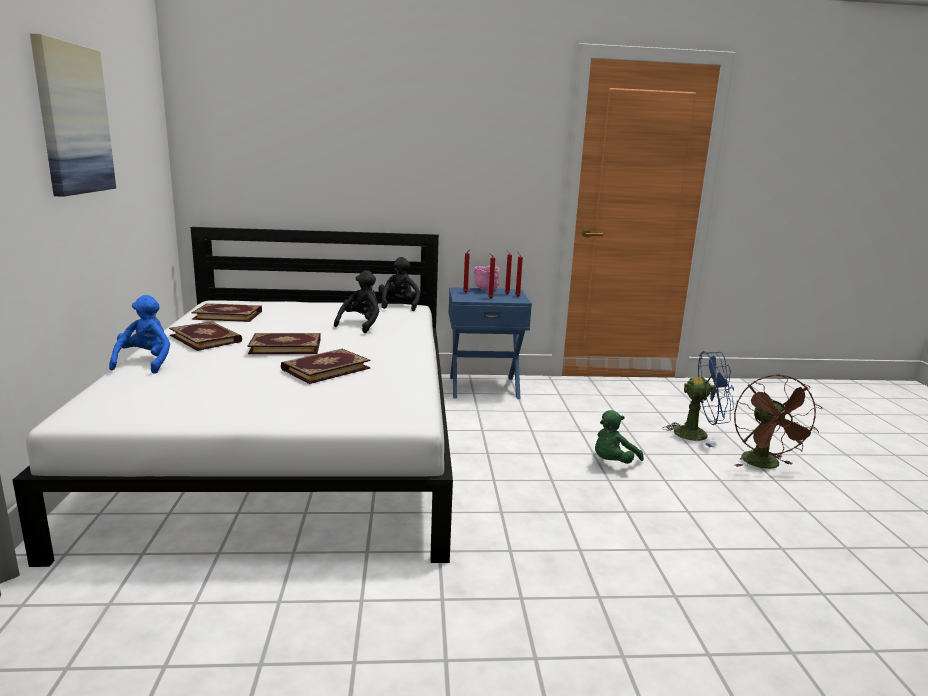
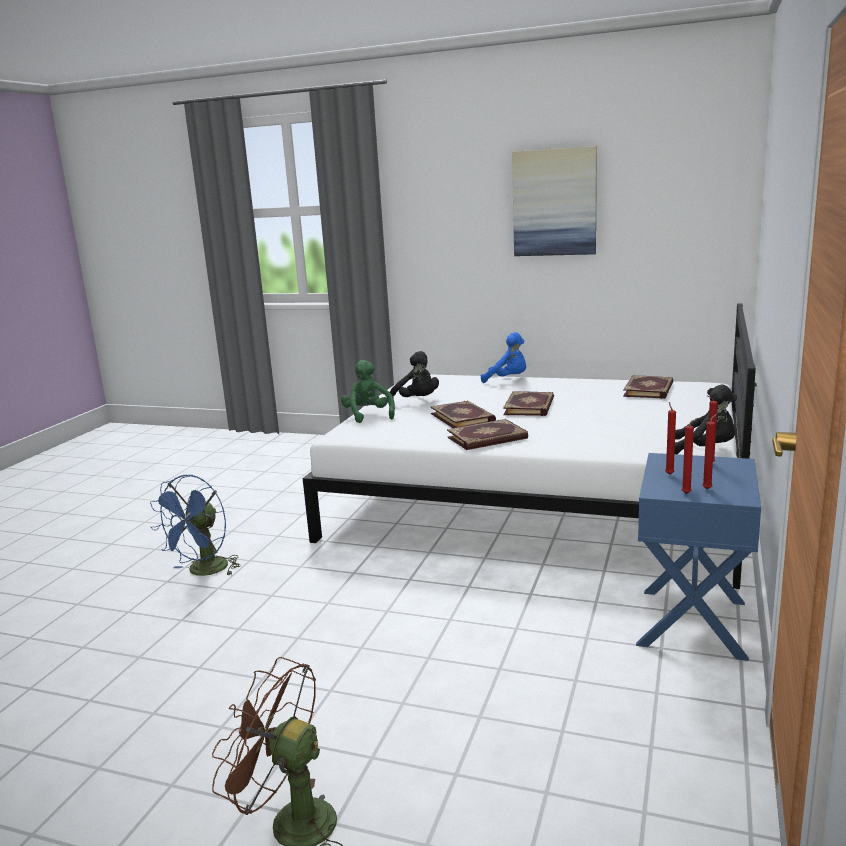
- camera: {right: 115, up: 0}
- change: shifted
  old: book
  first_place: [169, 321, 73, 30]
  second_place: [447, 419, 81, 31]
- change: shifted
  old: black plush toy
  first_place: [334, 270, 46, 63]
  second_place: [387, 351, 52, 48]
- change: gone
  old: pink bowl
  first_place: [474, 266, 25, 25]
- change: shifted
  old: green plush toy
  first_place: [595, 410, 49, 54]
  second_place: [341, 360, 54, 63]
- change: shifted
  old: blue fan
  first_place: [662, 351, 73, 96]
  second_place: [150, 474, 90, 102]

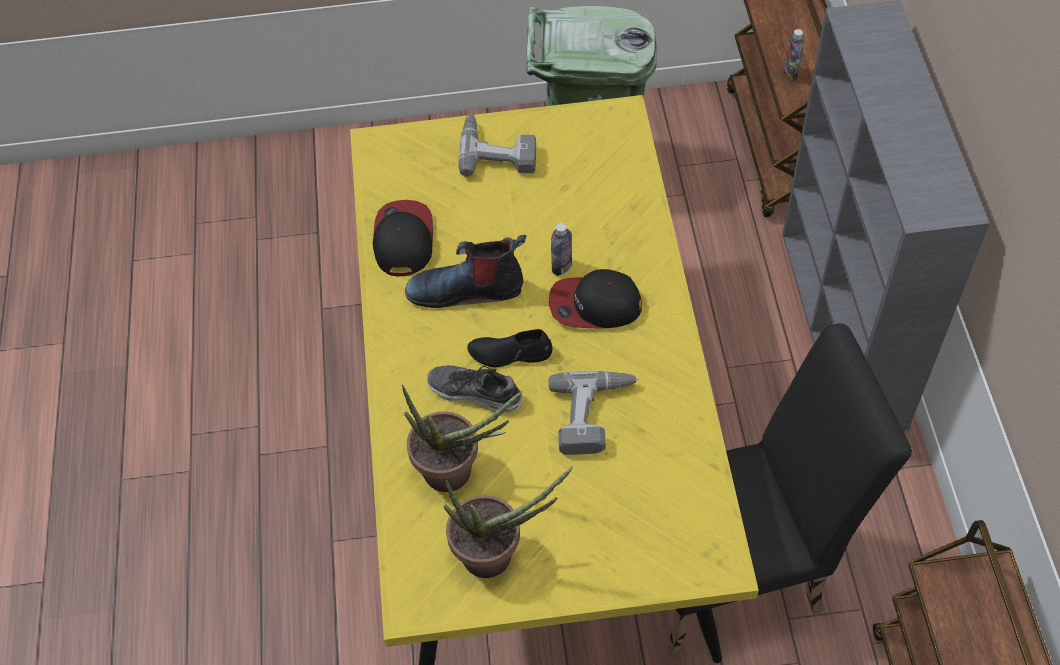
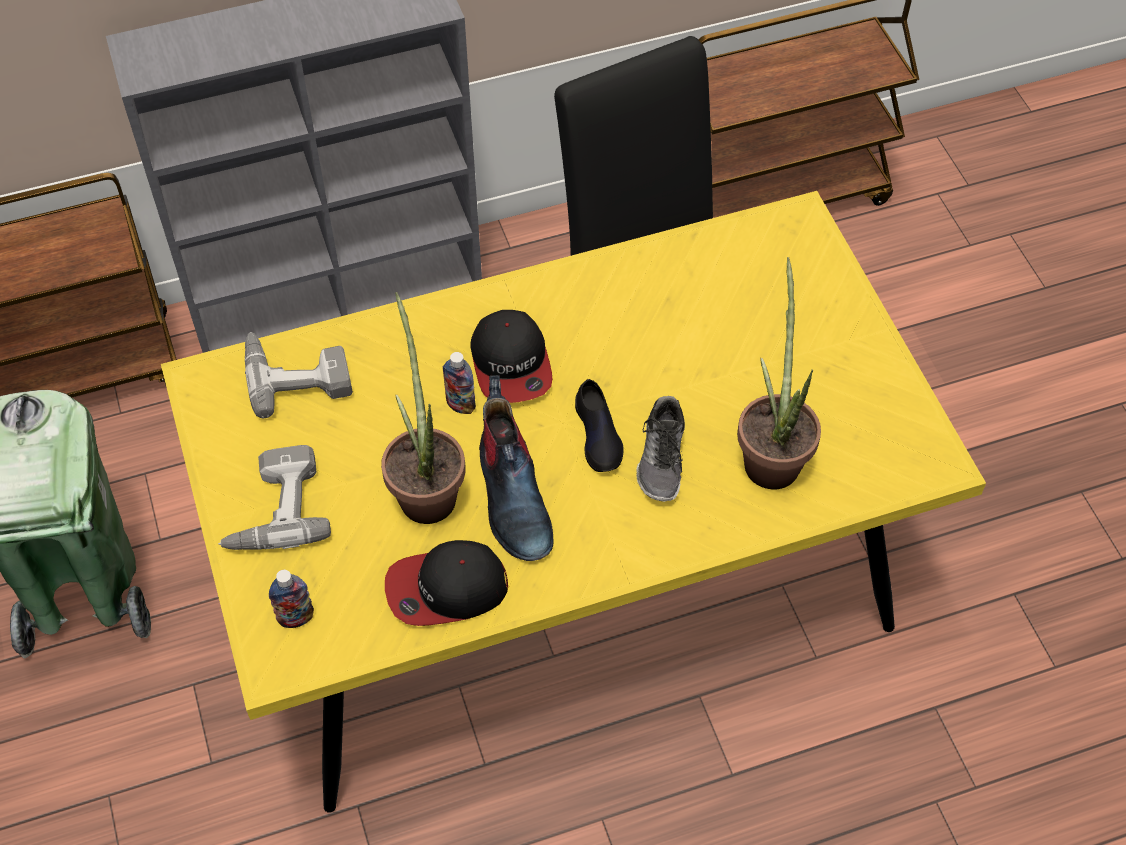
- camera: {right: -105, up: 0}
- change: shifted
  old: potted plant
  first_place: [444, 466, 129, 112]
  second_place: [381, 292, 84, 232]
- change: shifted
  old: power drill
  first_place: [549, 371, 89, 84]
  second_place: [245, 332, 108, 87]
- change: shifted
  old: bottle
  first_place: [784, 29, 20, 52]
  second_place: [269, 570, 45, 58]

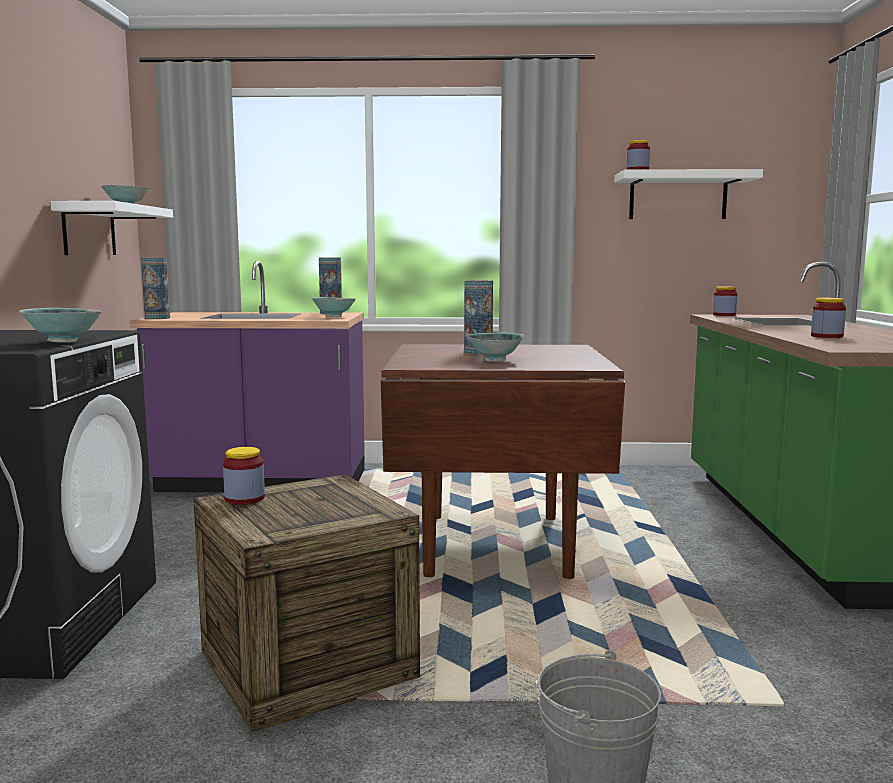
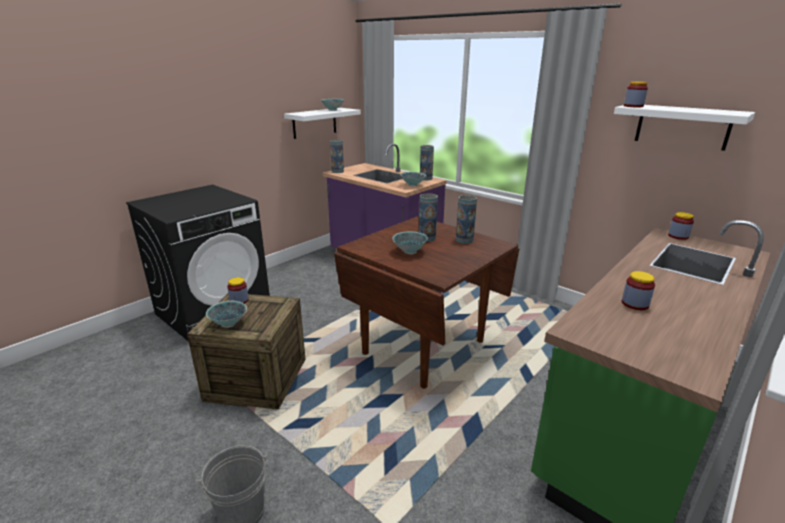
- camera: {right: 40, up: 15}
- change: shifted
  old: bowl
  first_place: [19, 308, 83, 35]
  second_place: [206, 301, 41, 27]
- change: new
  new: vase
  second_place: [456, 195, 21, 49]

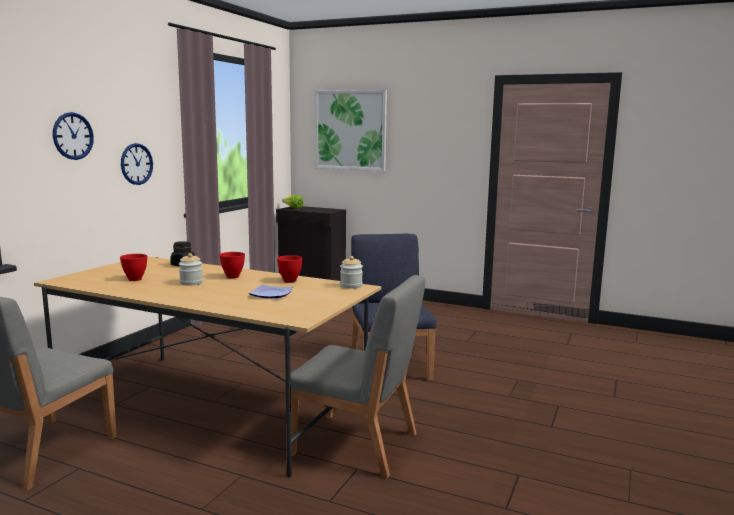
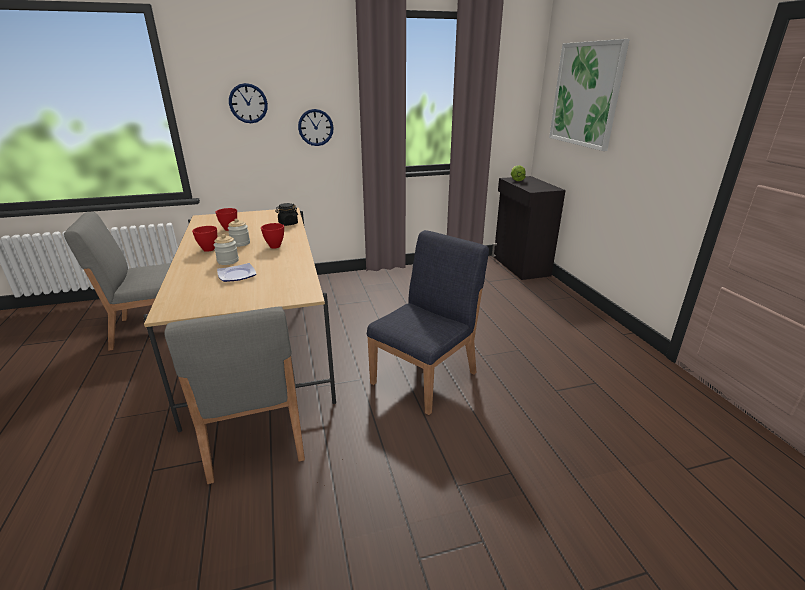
- camera: {right: 50, up: 15}
- change: shifted
  old: red bowl
  first_place: [277, 255, 26, 28]
  second_place: [192, 226, 25, 26]
- change: shifted
  old: jar
  first_place: [340, 256, 23, 32]
  second_place: [214, 234, 25, 31]

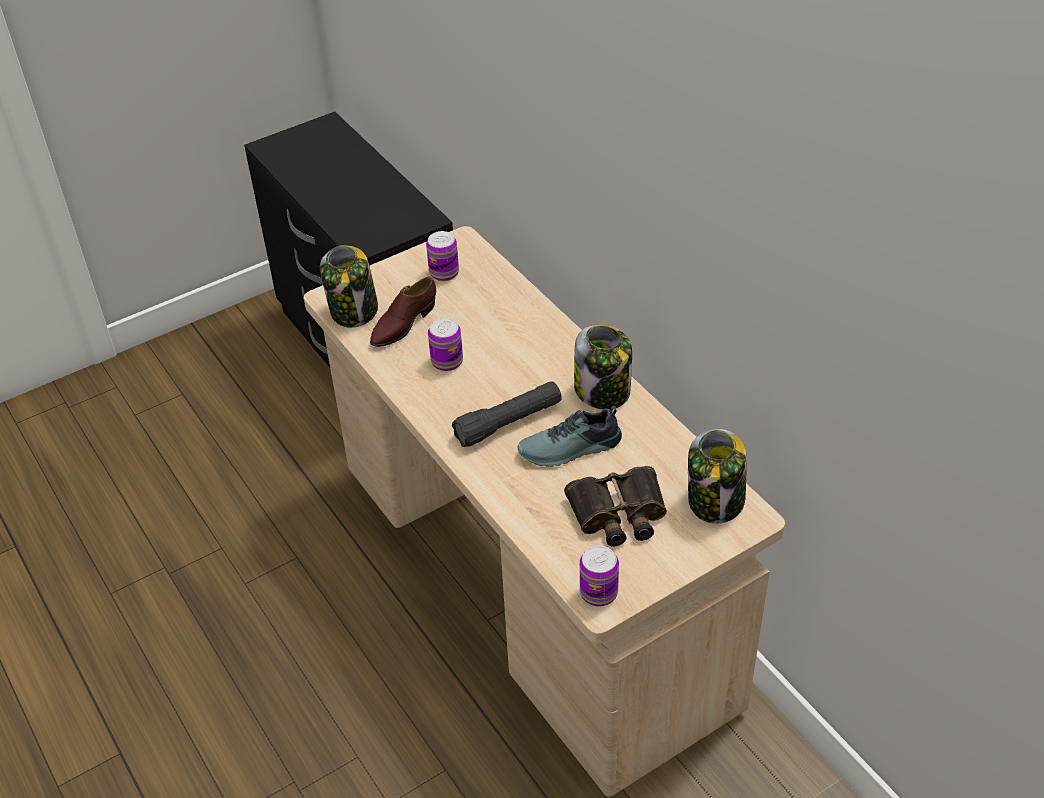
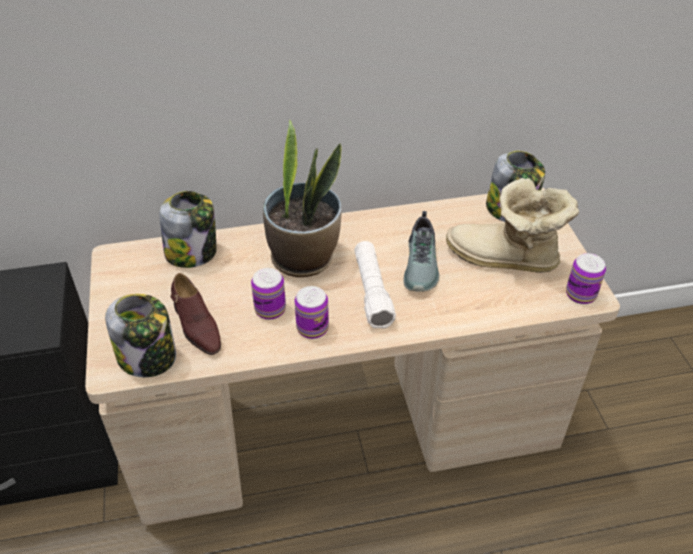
- camera: {right: -70, up: 0}
- change: shifted
  old: can
  first_place: [426, 231, 33, 50]
  second_place: [295, 286, 34, 53]
- change: repainted
  old: black flashlight
  new: white flashlight
  first_place: [452, 381, 110, 66]
  second_place: [354, 241, 42, 87]
- change: swapped
  old: binoculars
  new: boot
  first_place: [564, 466, 103, 81]
  second_place: [446, 178, 133, 95]
- change: shifted
  old: jar
  first_place: [574, 325, 58, 84]
  second_place: [160, 191, 56, 77]
- change: new
  new: potted plant
  second_place: [263, 120, 79, 157]

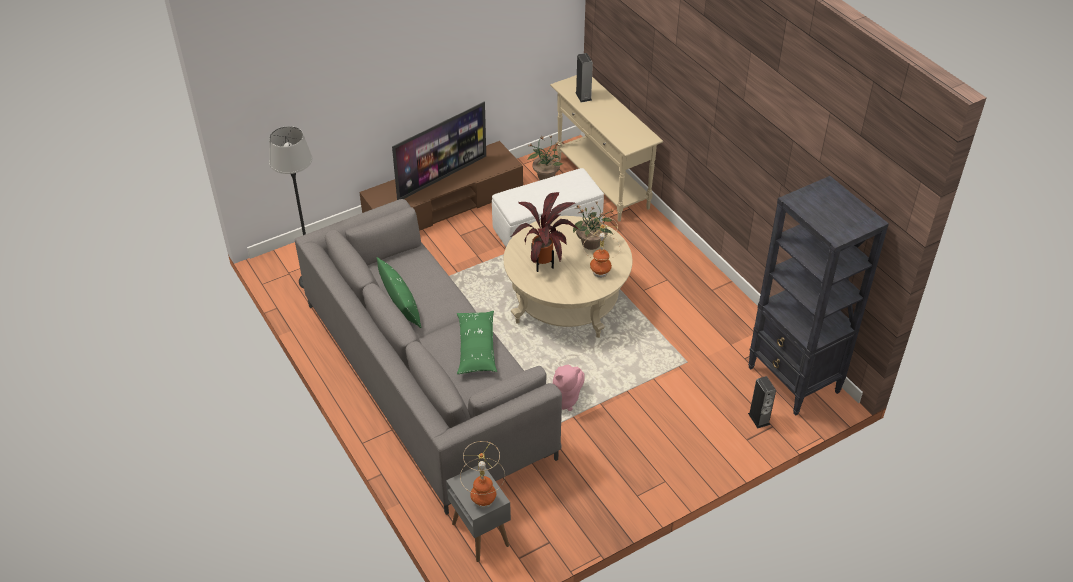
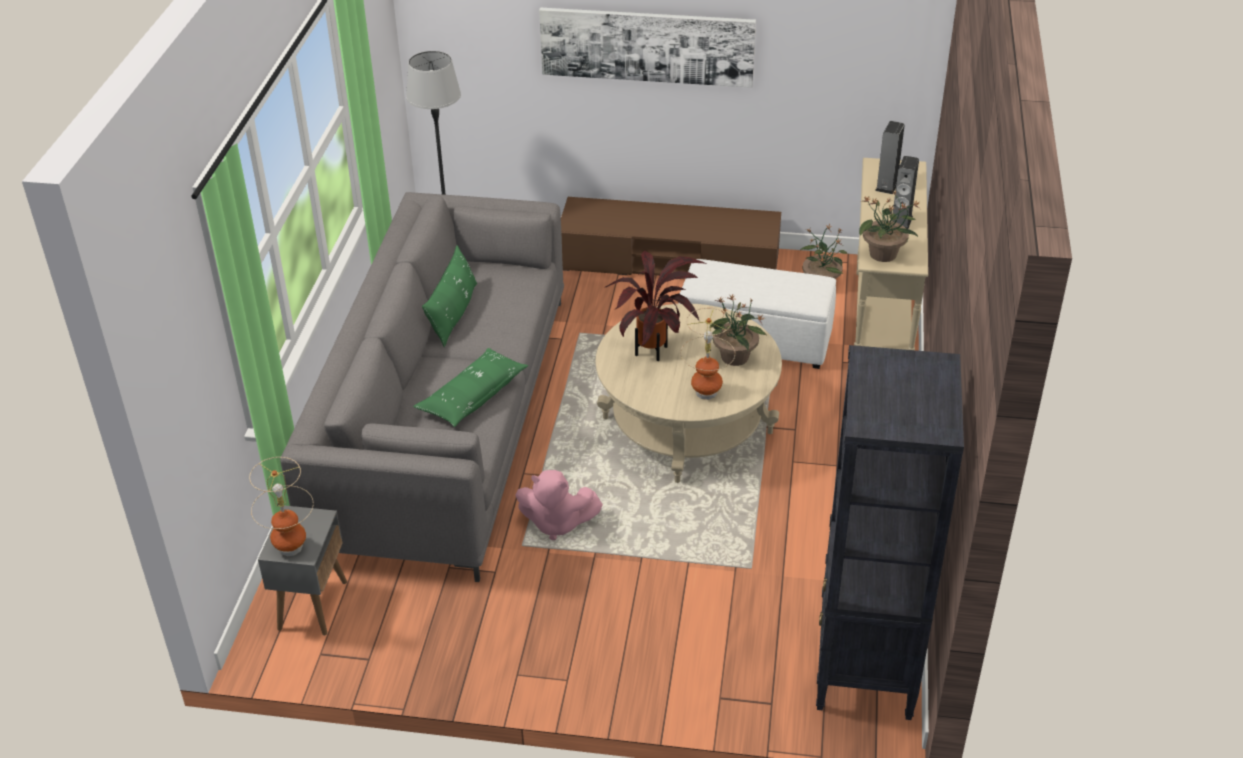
- camera: {right: 40, up: -5}
- change: gone
  old: television
  first_place: [392, 102, 94, 98]
- change: shifted
  old: speaker
  first_place: [748, 376, 28, 52]
  second_place: [893, 156, 26, 73]
- change: new
  new: picture
  second_place: [539, 8, 217, 80]
- change: new
  new: potted plant
  second_place: [859, 191, 61, 71]

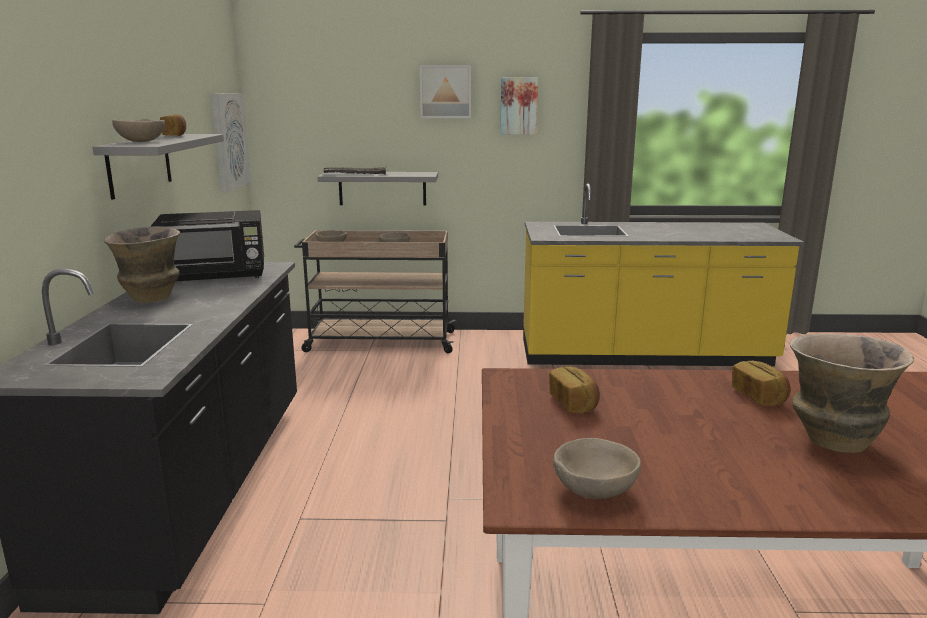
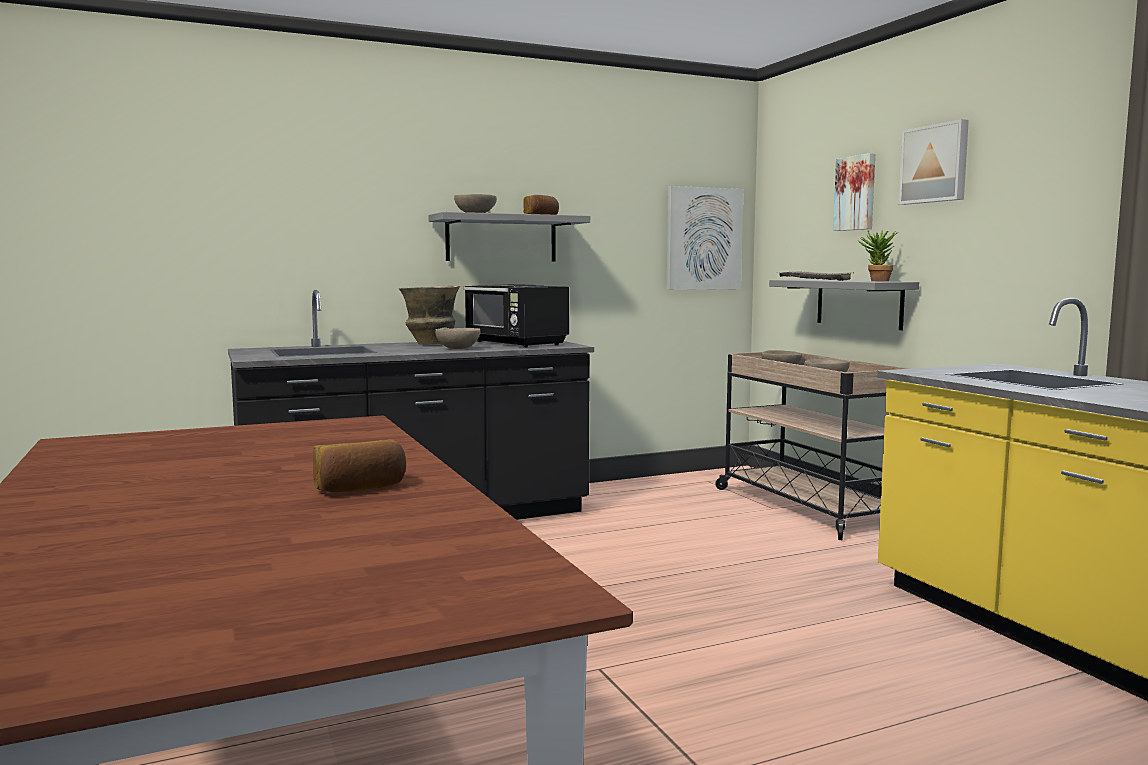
- camera: {right: 65, up: -10}
- change: shifted
  old: picture
  first_place: [500, 78, 38, 57]
  second_place: [833, 153, 42, 78]
- change: gone
  old: bread
  first_place: [549, 366, 51, 47]
- change: shifted
  old: beige bowl
  first_place: [553, 438, 88, 61]
  second_place: [435, 328, 45, 21]
- change: gone
  old: vase
  first_place: [790, 334, 124, 119]
- change: new
  new: potted plant
  second_place: [857, 230, 42, 51]

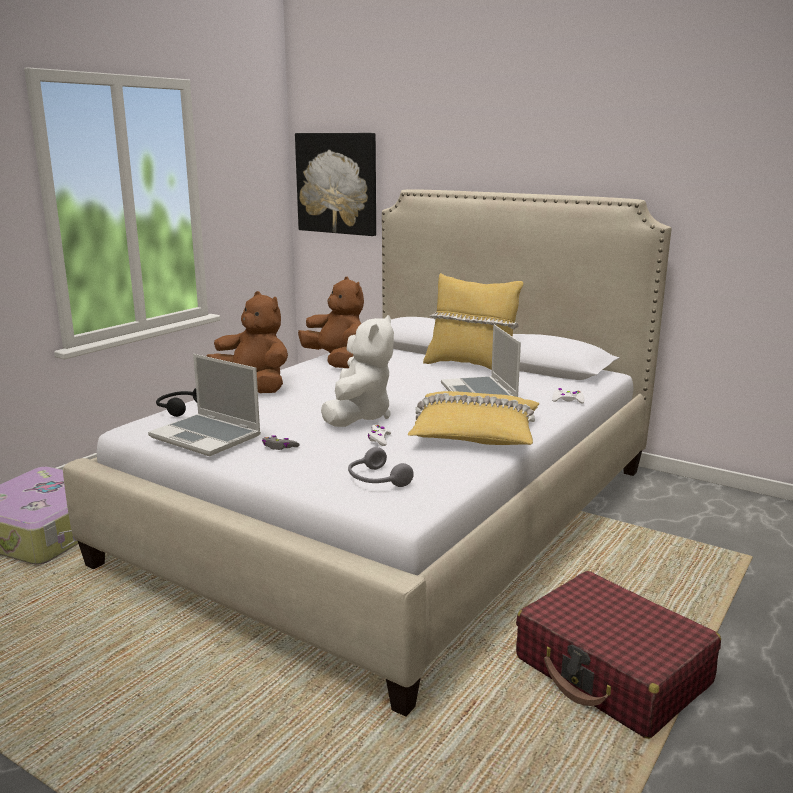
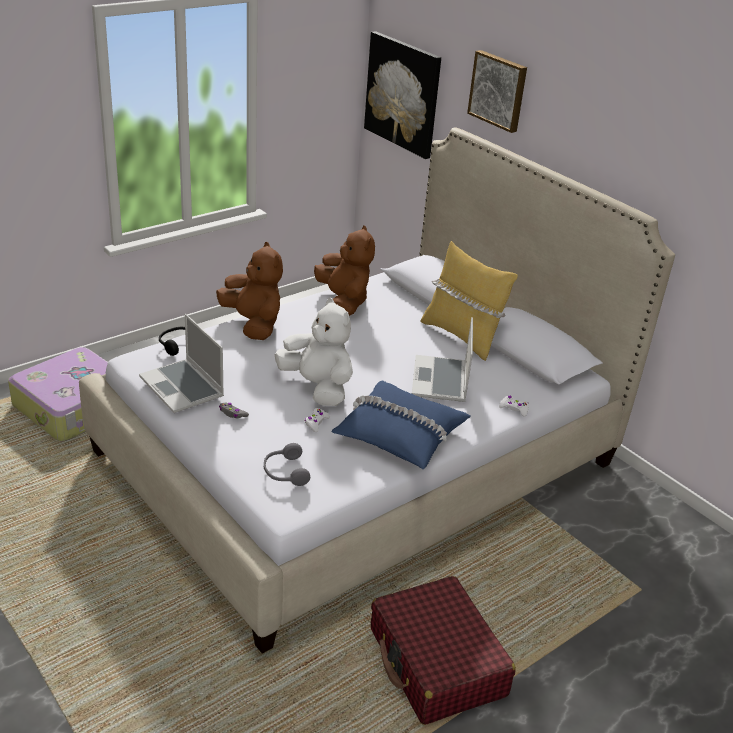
- camera: {right: 15, up: 15}
- change: rotated
  old: white plush toy
  first_place: [321, 315, 73, 112]
  second_place: [275, 298, 78, 108]
  degrees: -75
- change: repainted
  old: yellow pillow
  new: blue pillow
  first_place: [408, 391, 131, 54]
  second_place: [332, 381, 139, 88]
- change: new
  new: picture
  second_place: [467, 50, 60, 83]

